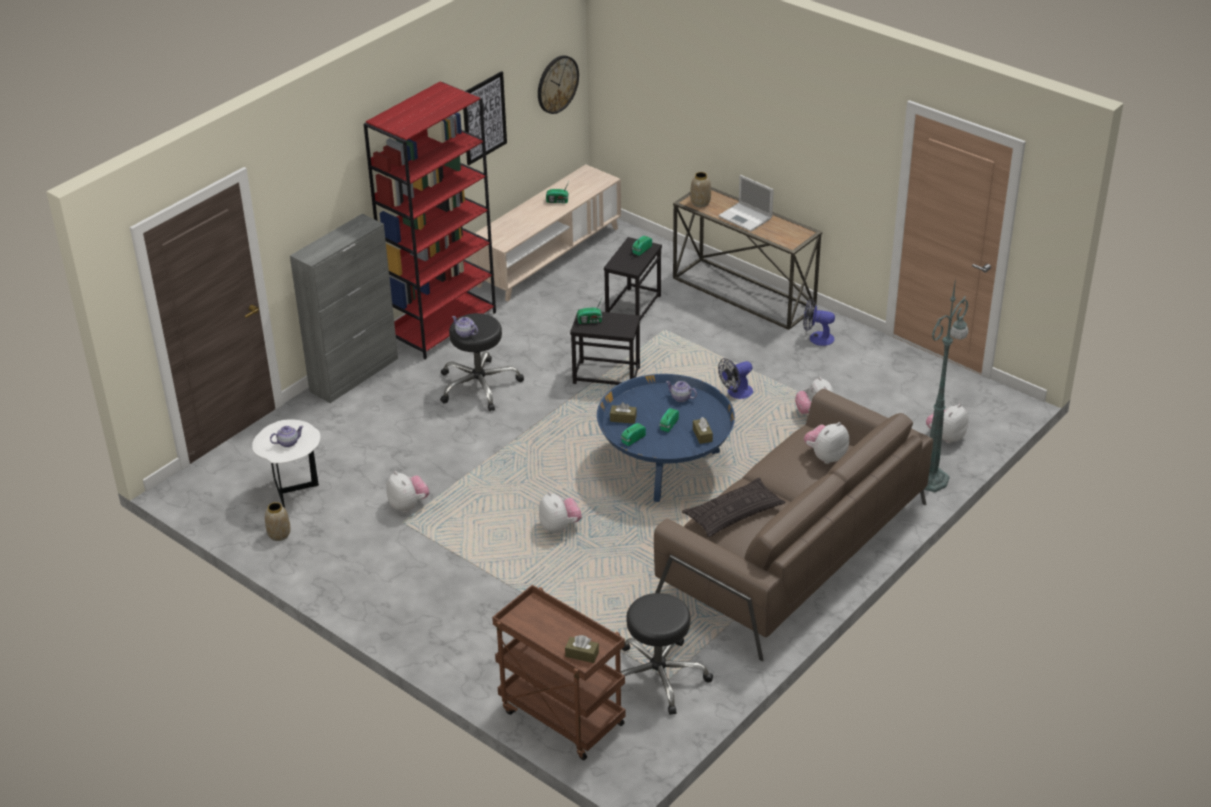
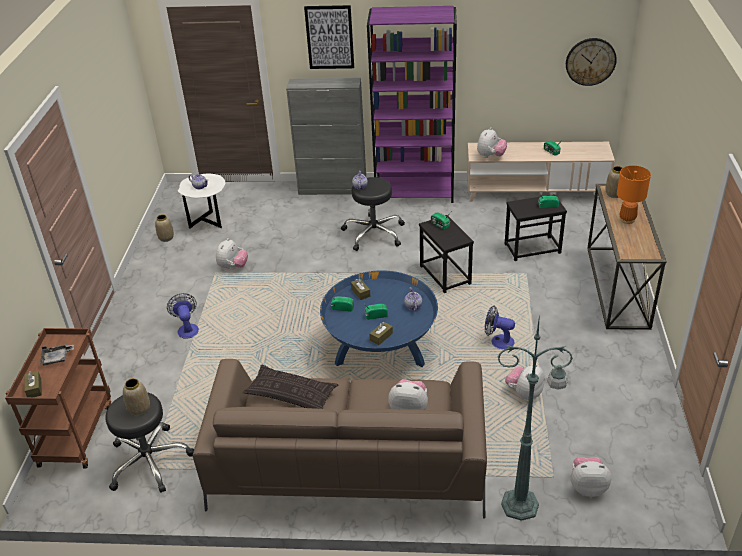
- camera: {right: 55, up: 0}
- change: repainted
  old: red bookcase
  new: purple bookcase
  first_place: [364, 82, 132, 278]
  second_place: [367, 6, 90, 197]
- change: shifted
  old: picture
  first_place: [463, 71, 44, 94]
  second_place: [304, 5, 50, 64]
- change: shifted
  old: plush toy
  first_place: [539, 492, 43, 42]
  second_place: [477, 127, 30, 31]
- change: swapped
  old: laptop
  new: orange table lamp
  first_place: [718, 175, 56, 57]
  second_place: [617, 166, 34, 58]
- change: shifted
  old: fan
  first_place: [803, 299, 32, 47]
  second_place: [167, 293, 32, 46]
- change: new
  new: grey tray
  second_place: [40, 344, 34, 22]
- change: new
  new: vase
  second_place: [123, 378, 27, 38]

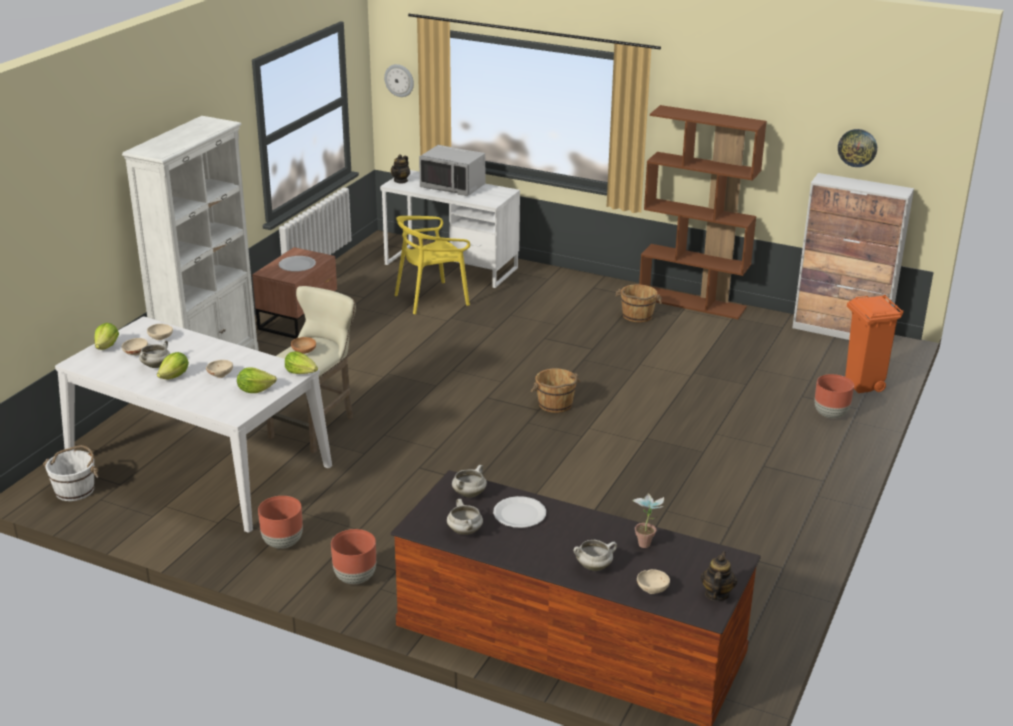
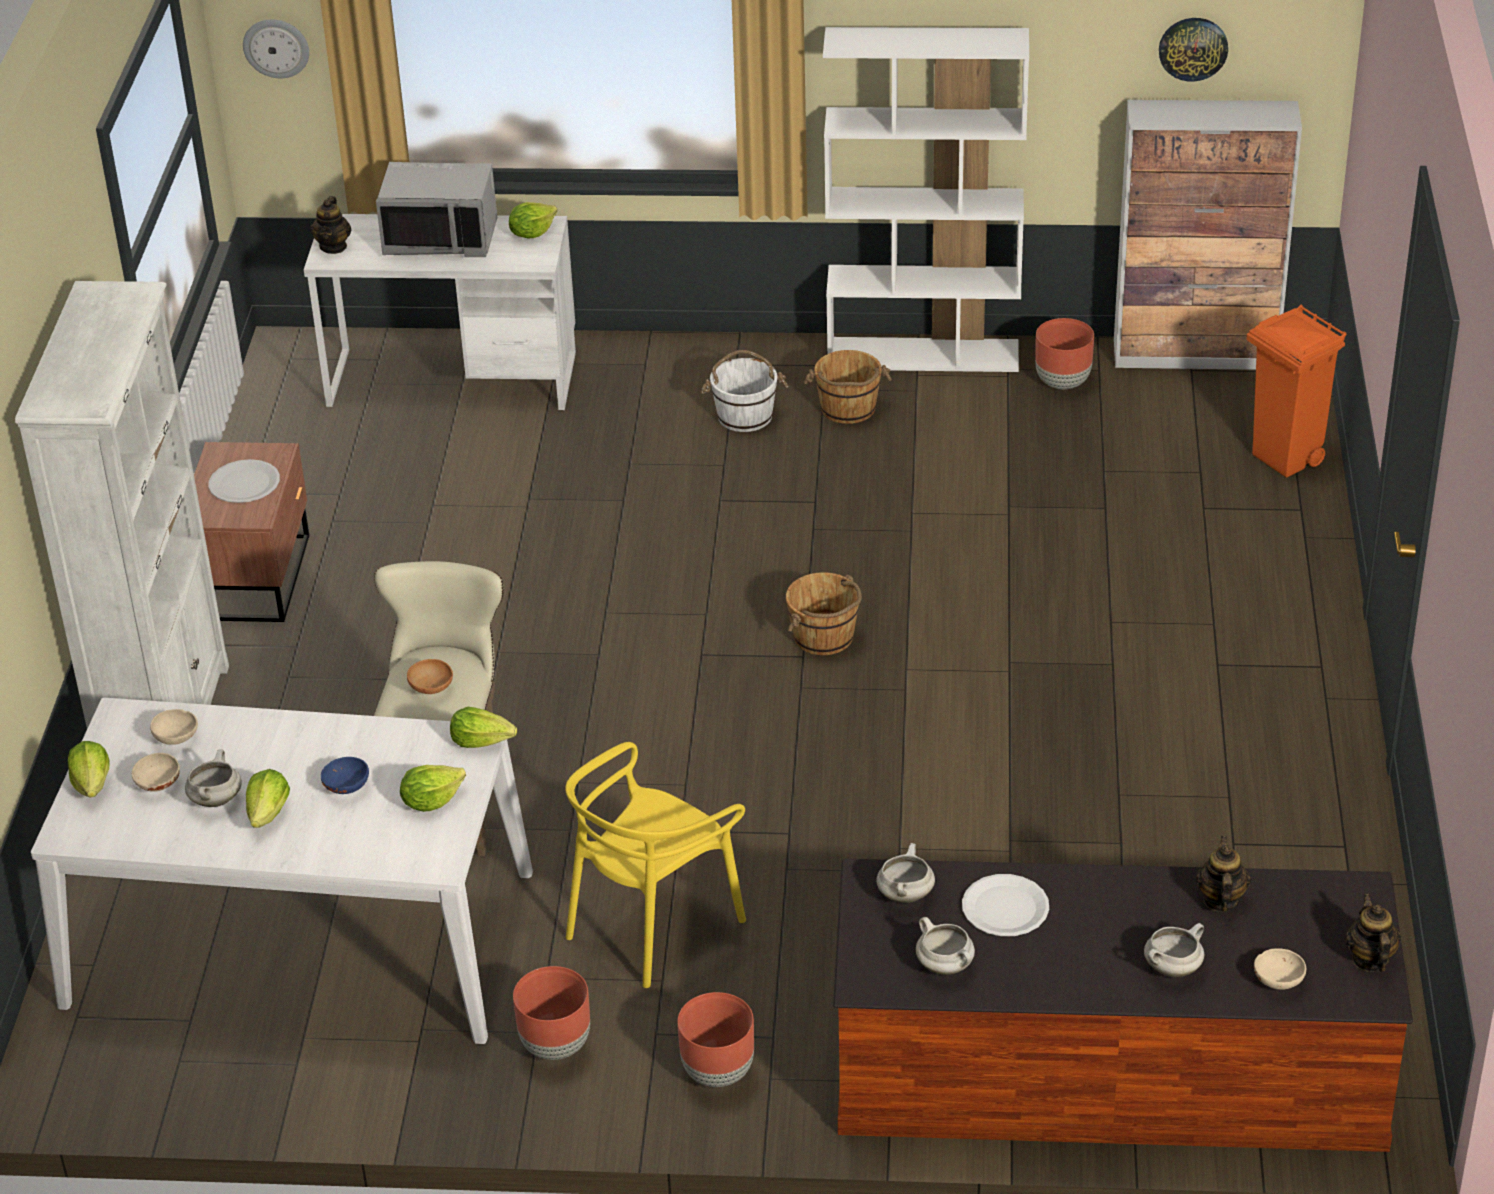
- camera: {right: -20, up: 10}
- change: shifted
  old: white bucket
  first_place: [43, 445, 56, 56]
  second_place: [701, 350, 87, 82]
- change: repainted
  old: beige bowl
  new: blue bowl
  first_place: [206, 360, 27, 18]
  second_place: [321, 757, 48, 37]
- change: shifted
  old: yellow chair
  first_place: [395, 216, 75, 98]
  second_place: [565, 742, 181, 246]
- change: swapped
  old: potted plant
  new: teapot
  first_place: [633, 493, 31, 55]
  second_place: [1196, 836, 55, 76]
- change: repainted
  old: brown bookcase
  new: white bookcase
  first_place: [639, 105, 128, 214]
  second_place: [823, 27, 206, 345]
- change: shifted
  old: brown planter
  first_place: [815, 374, 39, 45]
  second_place: [1035, 318, 59, 71]
- change: new
  new: lettuce
  second_place: [509, 202, 48, 37]

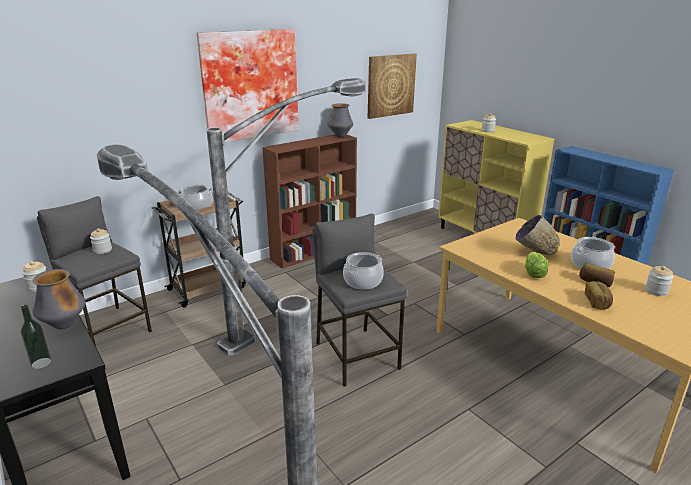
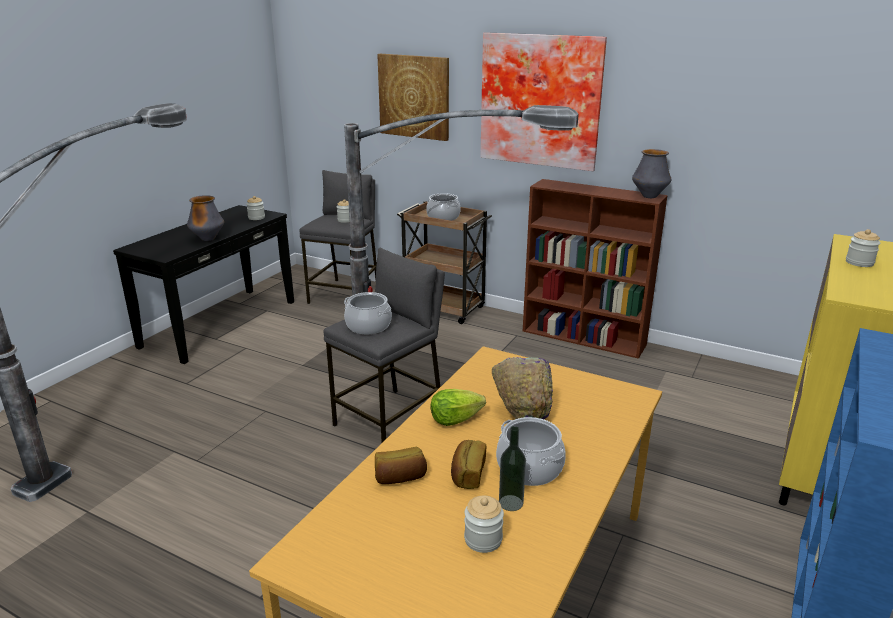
- camera: {right: 65, up: 0}
- change: shifted
  old: bottle
  first_place: [21, 305, 31, 64]
  second_place: [499, 426, 27, 85]
- change: shifted
  old: picture
  first_place: [368, 53, 49, 66]
  second_place: [377, 54, 72, 87]

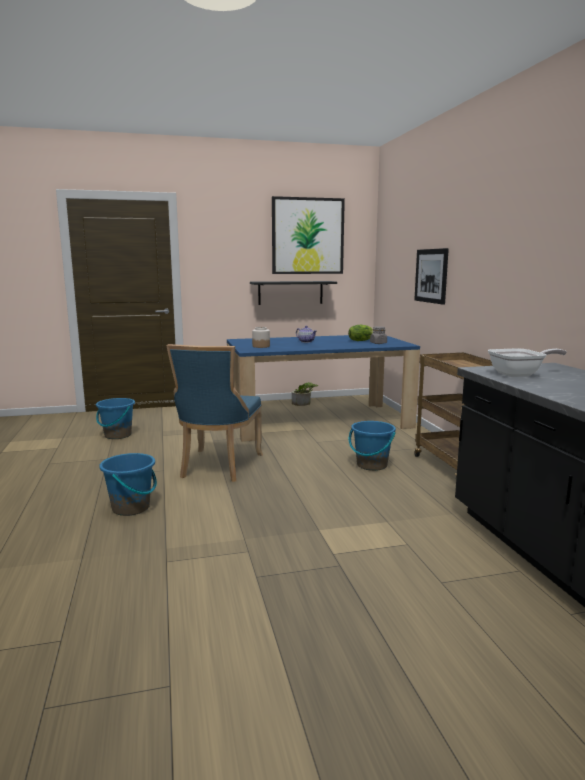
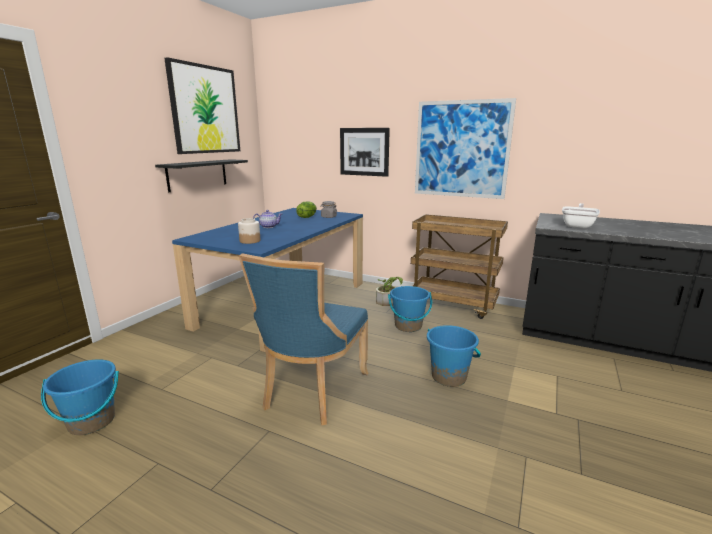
- camera: {right: -50, up: 5}
- change: shifted
  old: blue bucket
  first_place: [99, 453, 58, 63]
  second_place: [427, 325, 54, 62]
- change: rotated
  old: blue chair
  first_place: [167, 344, 96, 138]
  second_place: [239, 253, 129, 172]
  degrees: 60
- change: shifted
  old: potted plant
  first_place: [292, 382, 27, 24]
  second_place: [376, 277, 27, 29]
- change: new
  new: picture
  second_place: [415, 98, 101, 101]

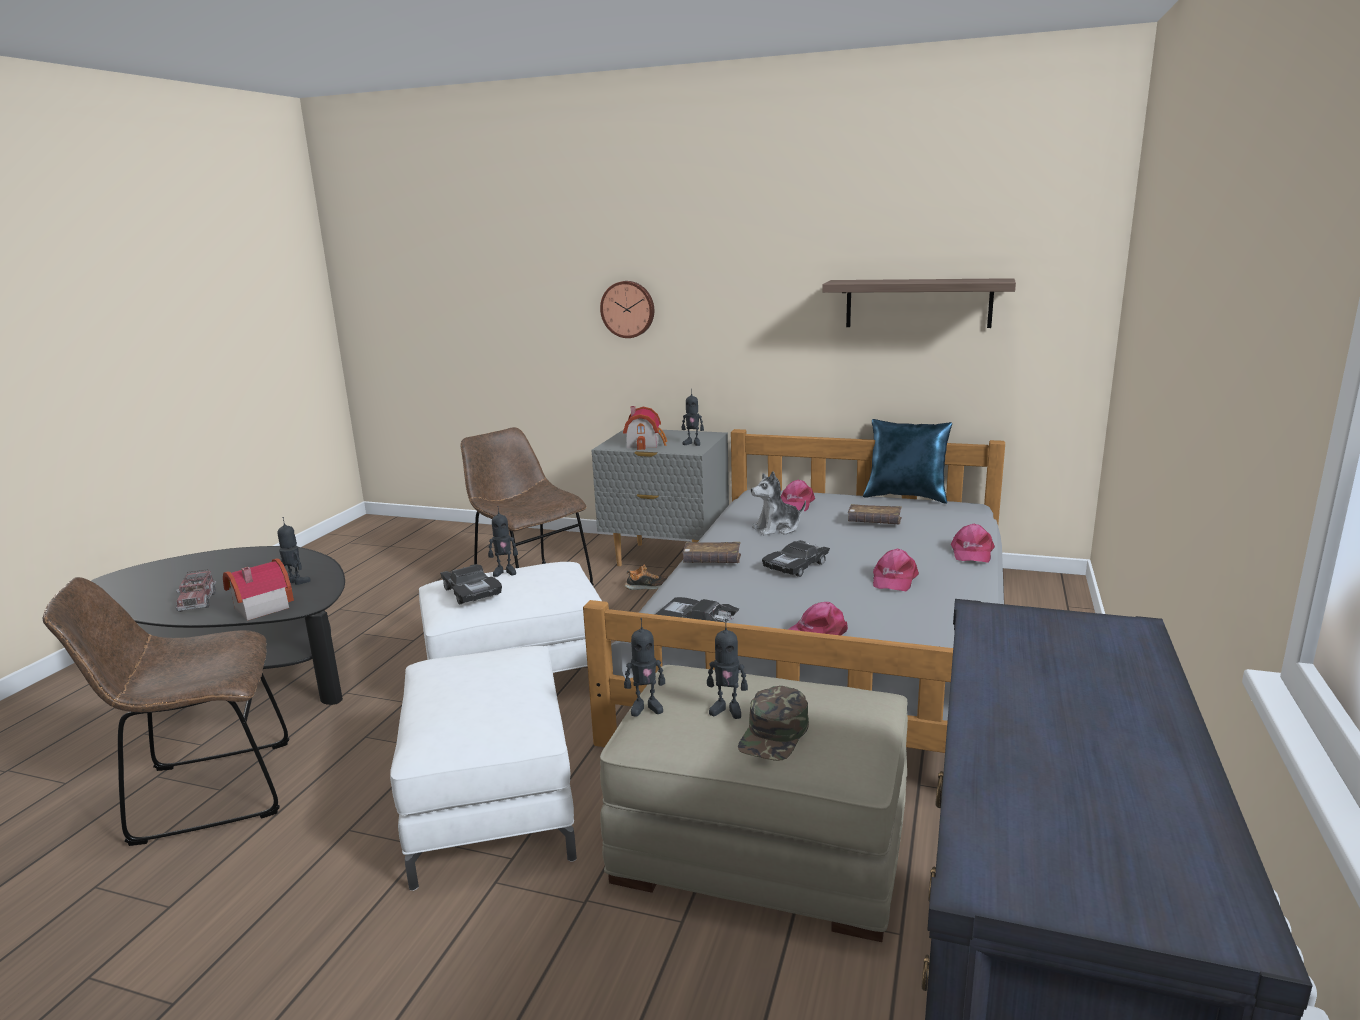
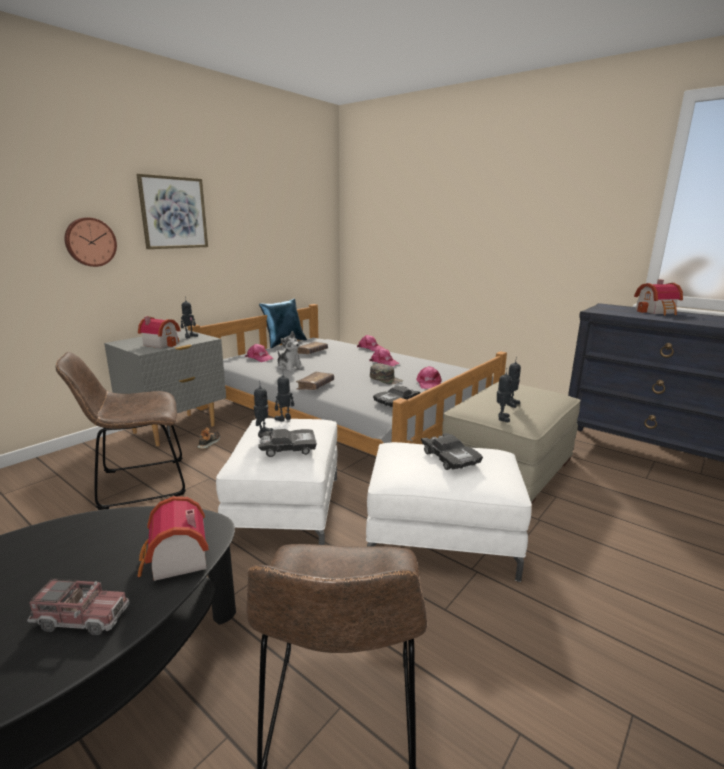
- camera: {right: -70, up: 0}
- change: shifted
  old: toy robot
  first_place: [278, 517, 33, 68]
  second_place: [274, 375, 20, 46]
- change: shifted
  old: green cap
  first_place: [738, 686, 71, 75]
  second_place: [370, 363, 33, 22]
- change: rotated
  old: plush toy
  first_place: [751, 471, 55, 65]
  second_place: [277, 331, 27, 41]
  degrees: -45
- change: shifted
  old: black toy car
  first_place: [762, 540, 68, 37]
  second_place: [421, 433, 62, 37]
- change: gone
  old: shelf
  first_place: [822, 278, 194, 50]
- change: new
  new: picture
  second_place: [136, 174, 72, 75]
- change: new
  new: toy house
  second_place: [634, 279, 49, 36]

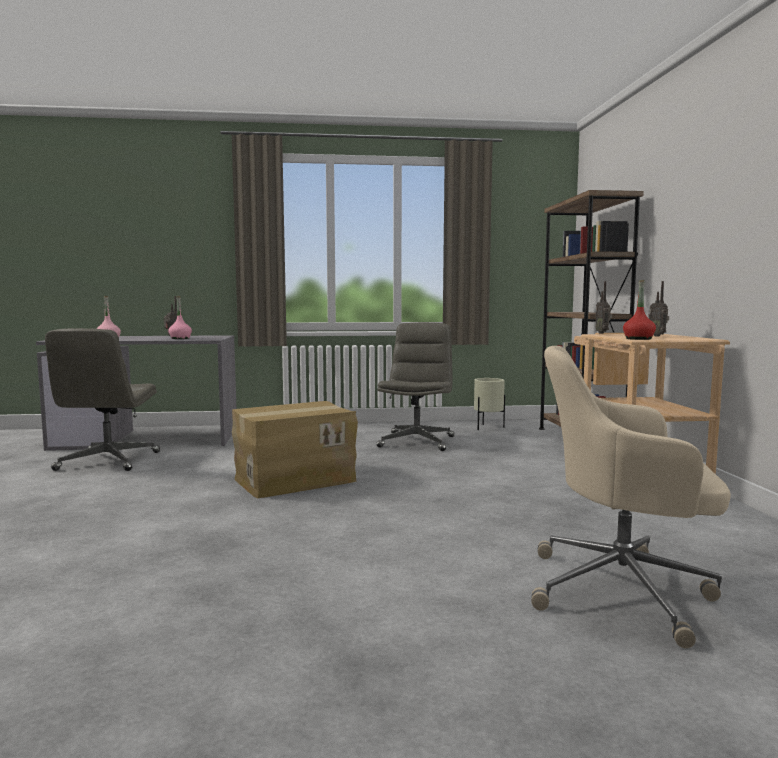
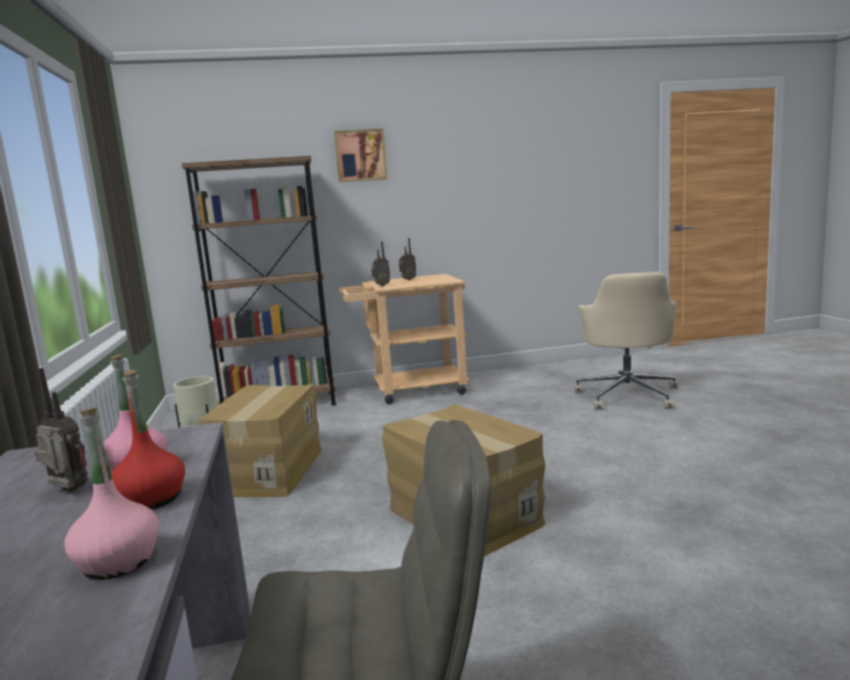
- camera: {right: -95, up: 5}
- change: swapped
  old: grey office chair
  new: cardboard box
  first_place: [376, 322, 78, 129]
  second_place: [198, 384, 123, 113]
- change: shifted
  old: red bottle
  first_place: [623, 280, 33, 60]
  second_place: [111, 370, 74, 139]
- change: new
  new: picture
  second_place: [334, 129, 53, 53]

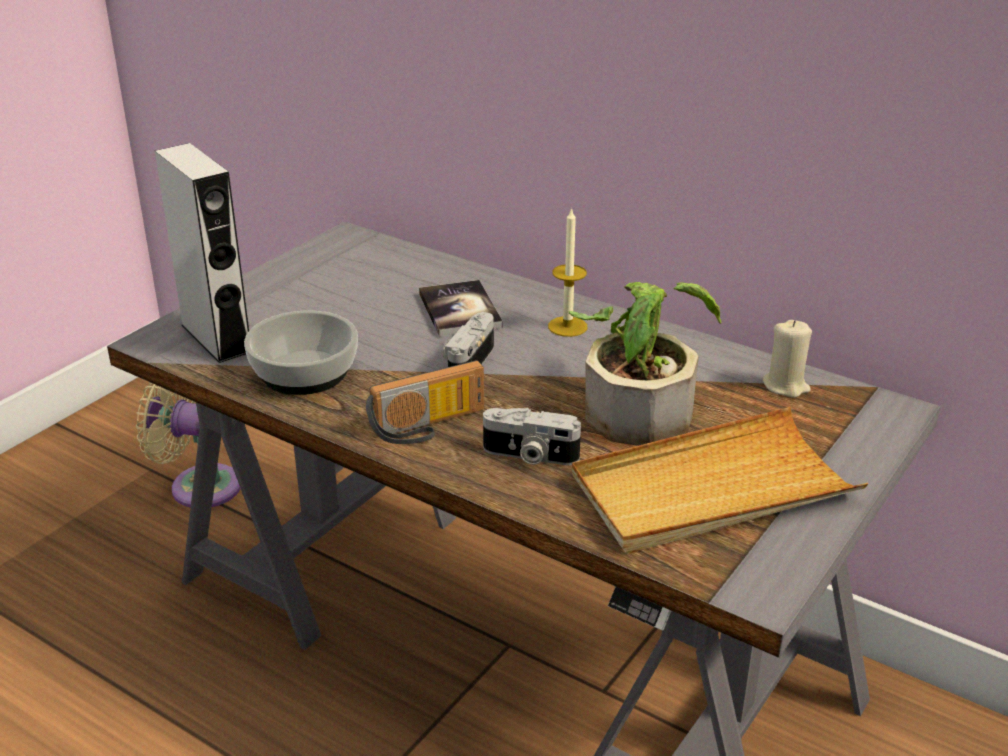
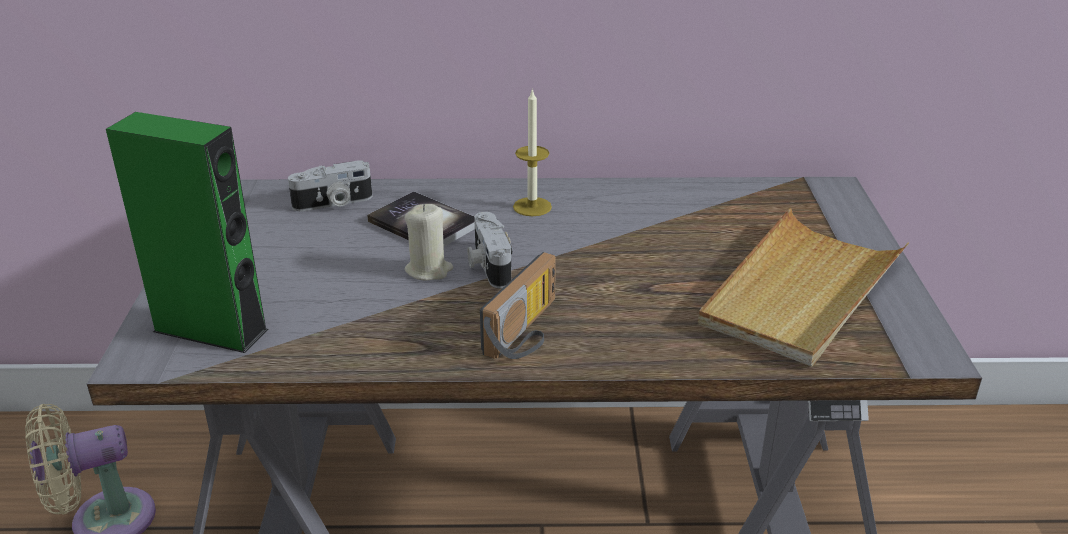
- camera: {right: -35, up: 0}
- change: repainted
  old: grey speaker
  new: green speaker
  first_place: [155, 143, 94, 220]
  second_place: [106, 112, 162, 241]
- change: gone
  old: bowl
  first_place: [244, 311, 114, 84]
- change: shifted
  old: photo camera
  first_place: [483, 408, 98, 57]
  second_place: [288, 160, 84, 51]
- change: gone
  old: potted plant
  first_place: [569, 282, 152, 164]
- change: shifted
  old: beige candle
  first_place: [763, 320, 49, 78]
  second_place: [405, 204, 48, 77]

